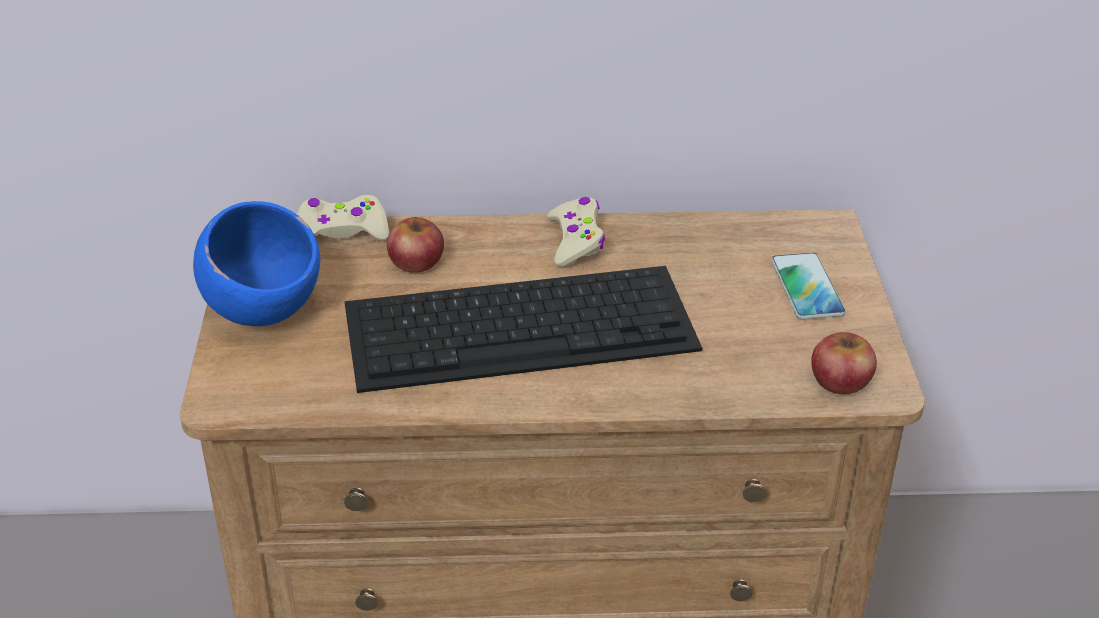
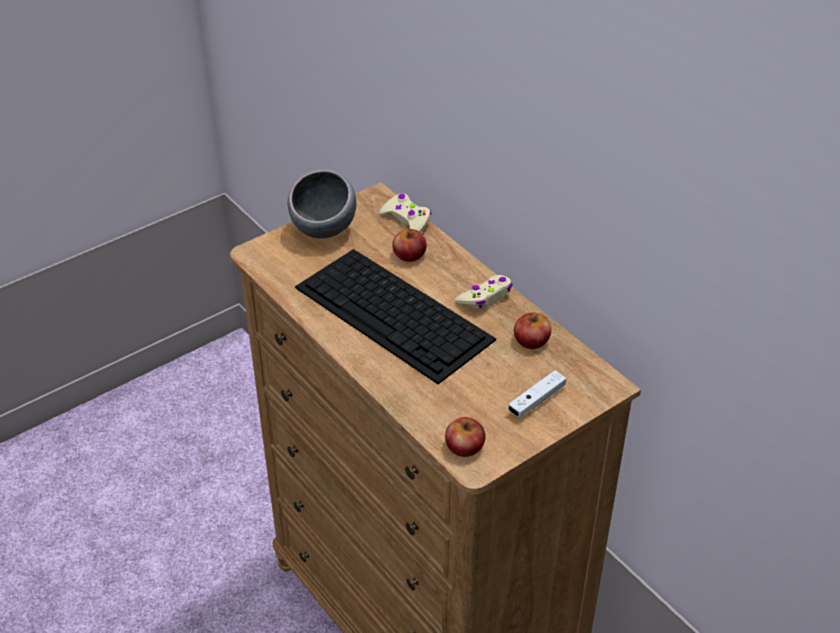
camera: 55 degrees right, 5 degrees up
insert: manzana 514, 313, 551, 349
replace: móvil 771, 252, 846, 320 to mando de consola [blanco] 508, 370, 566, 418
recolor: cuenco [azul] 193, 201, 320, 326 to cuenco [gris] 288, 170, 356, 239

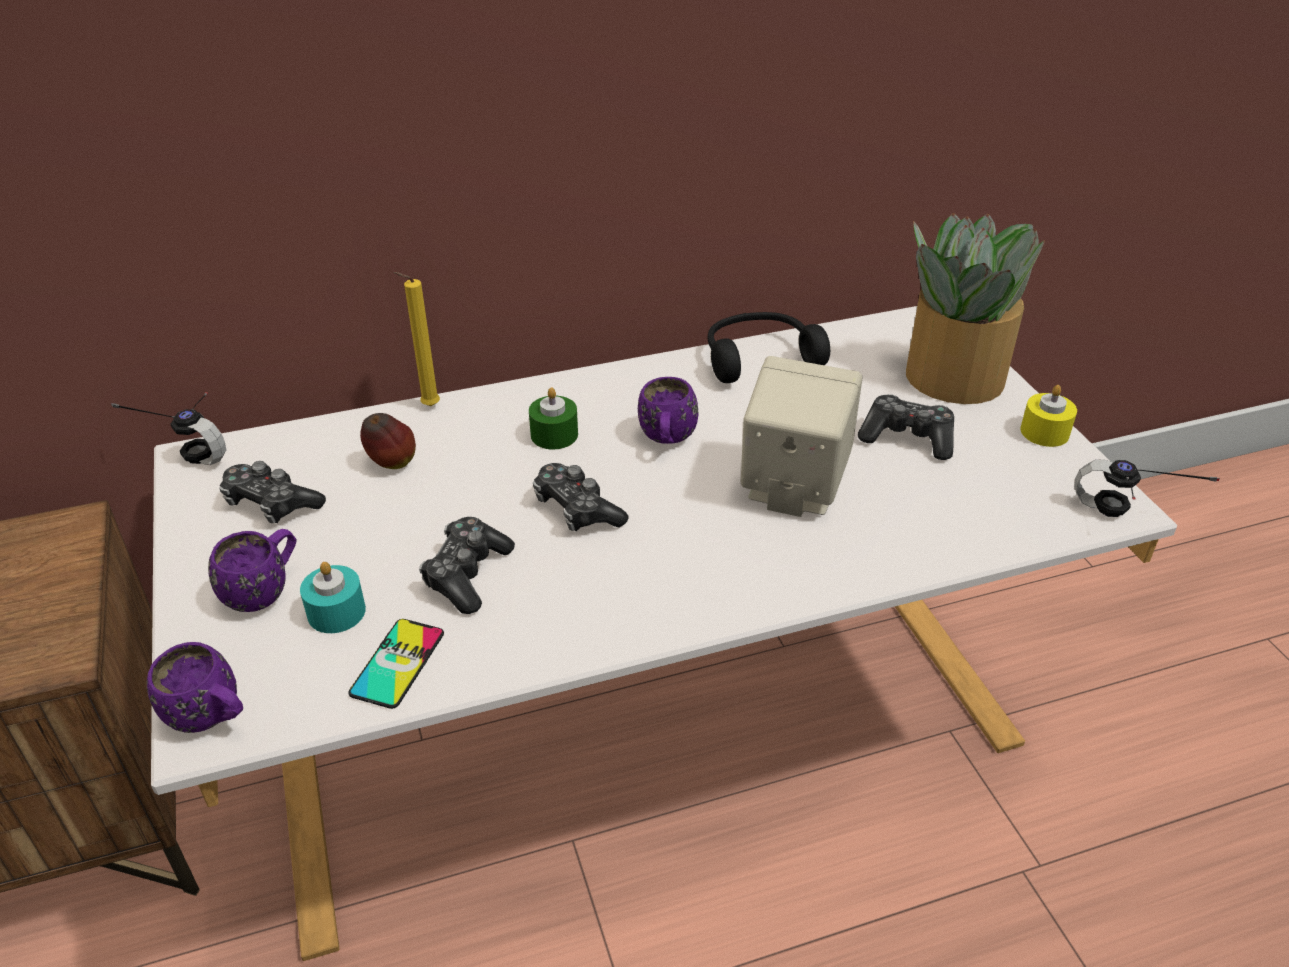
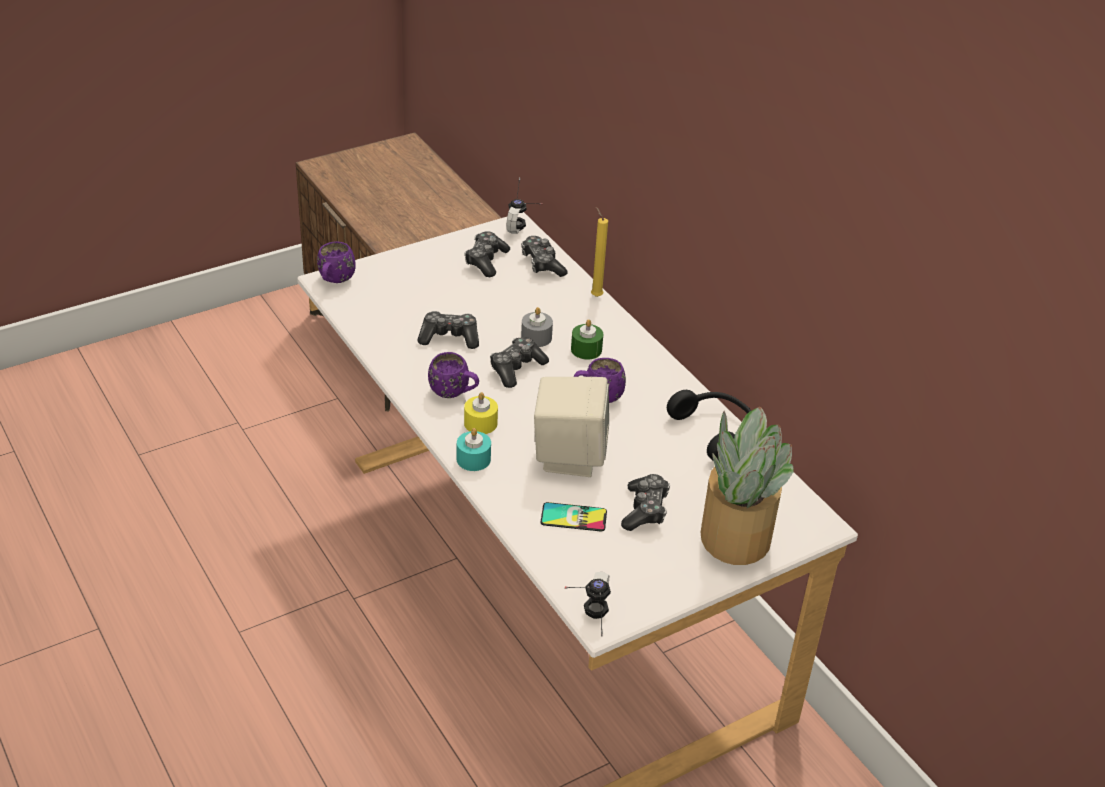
camera: 75 degrees right, 0 degrees up
delete: manzana 360, 413, 416, 469
insert: mando de consola 521, 236, 568, 277; vela [gris] 521, 307, 553, 347
move: taza grande [morado] 208, 529, 297, 612 to 428, 352, 479, 398; vela [turquesa] 300, 562, 366, 633 to 456, 428, 491, 471; móvil 348, 619, 444, 709 to 541, 502, 607, 531; vela [amarillo] 1020, 385, 1077, 447 to 464, 392, 498, 434

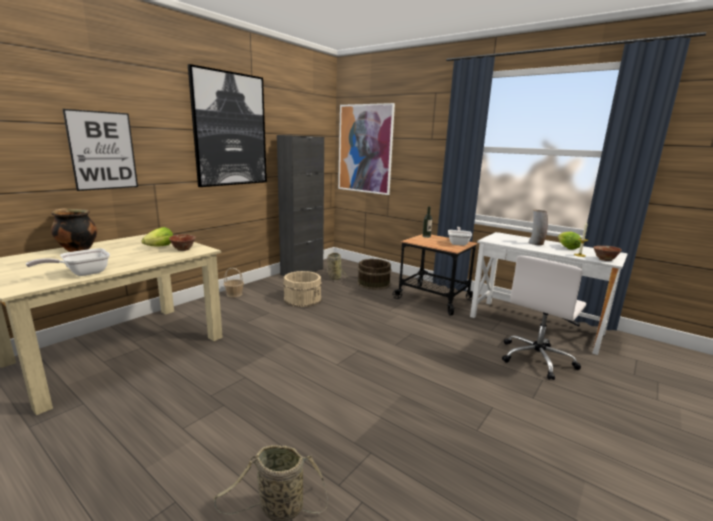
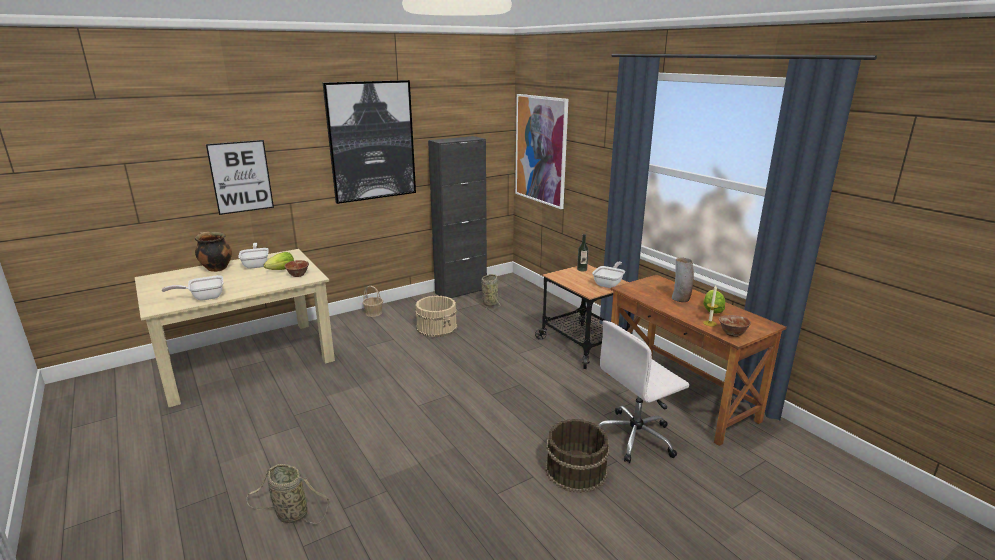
camera: 20 degrees right, 5 degrees up
insert: sartén 238, 243, 269, 269
move: cubo [marrón] 357, 259, 391, 290 to 545, 419, 609, 493
recolor: escritorio [blanco] 470, 232, 628, 355 to escritorio [marrón] 607, 275, 787, 446

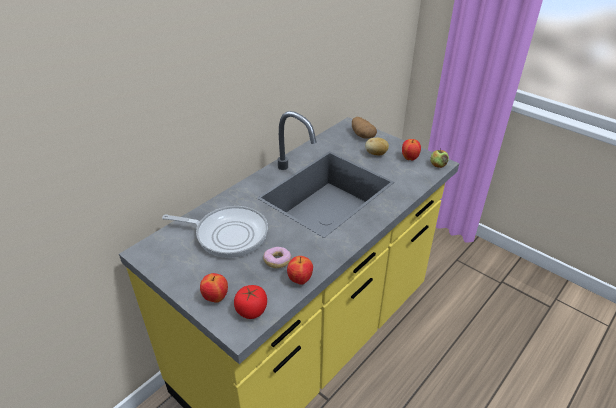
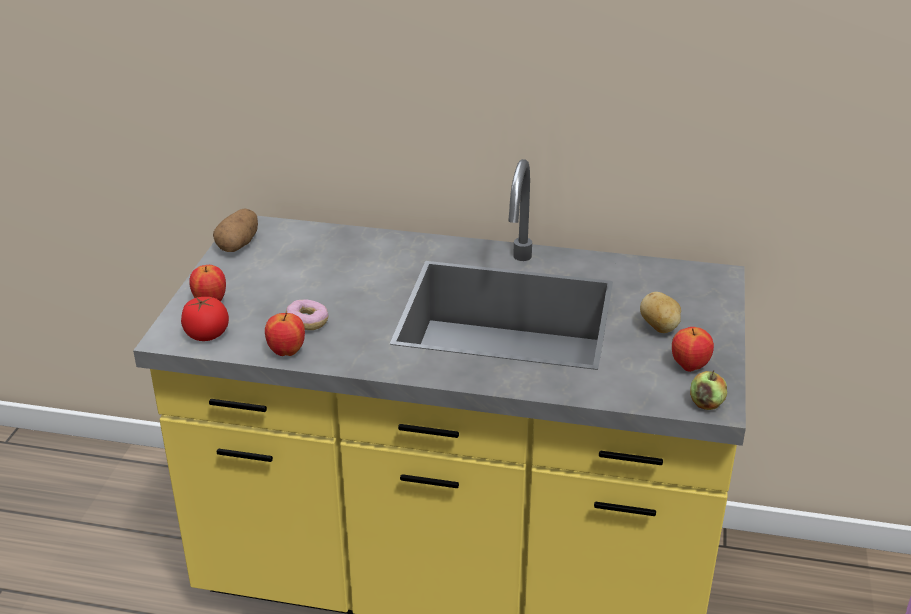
camera: 60 degrees right, 5 degrees down
delete: sartén 162, 206, 268, 258
move: patata 352, 117, 377, 139 to 213, 208, 258, 252

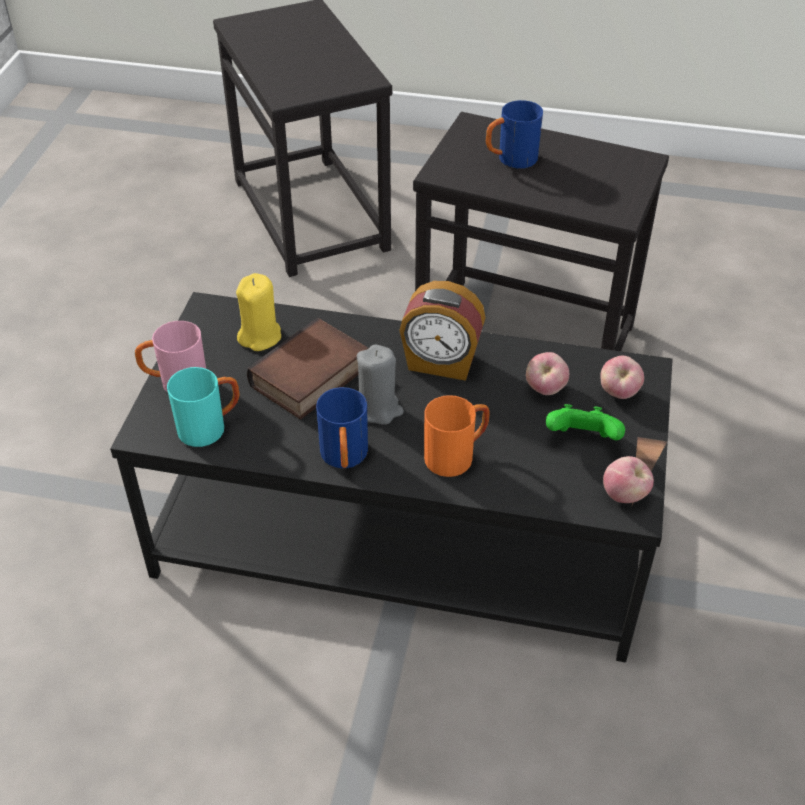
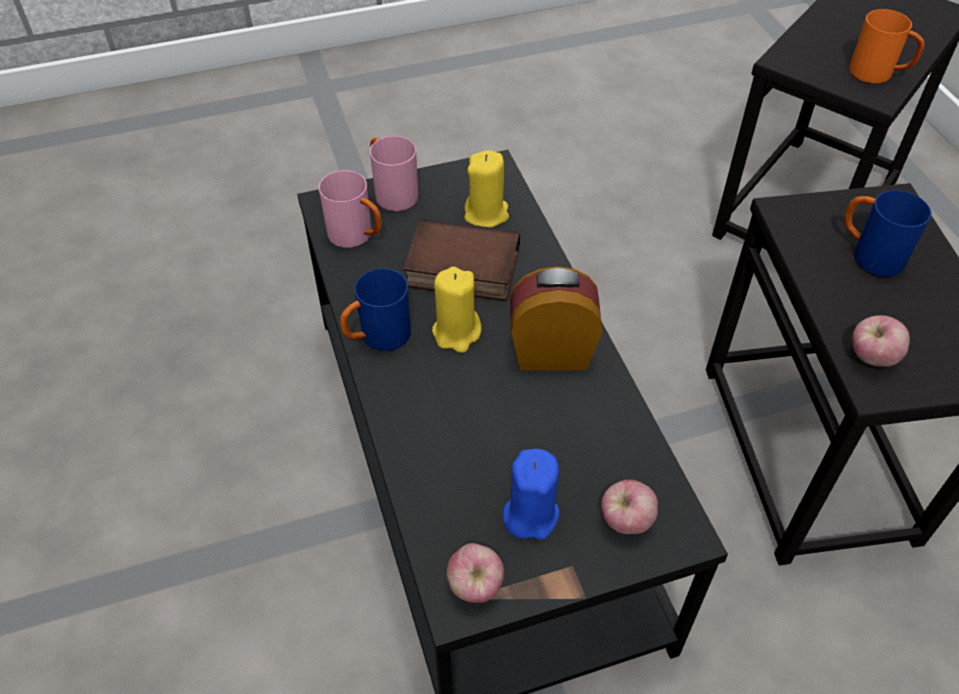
camera: 60 degrees right, 5 degrees up
move: taza grande [naranja] 424, 395, 490, 477 to 849, 9, 925, 84; manzana 526, 352, 569, 395 to 852, 315, 910, 367
replace: mando de consola [verde] 546, 404, 625, 440 to vela [azul] 503, 449, 559, 540
recolor: taza grande [turquesa] 167, 367, 240, 447 to taza grande [rosa] 318, 170, 382, 248; vela [gris] 357, 344, 404, 425 to vela [amarillo] 432, 266, 481, 353
rotate: despertador 399, 281, 486, 381 = 510, 266, 603, 370 105 degrees clockwise

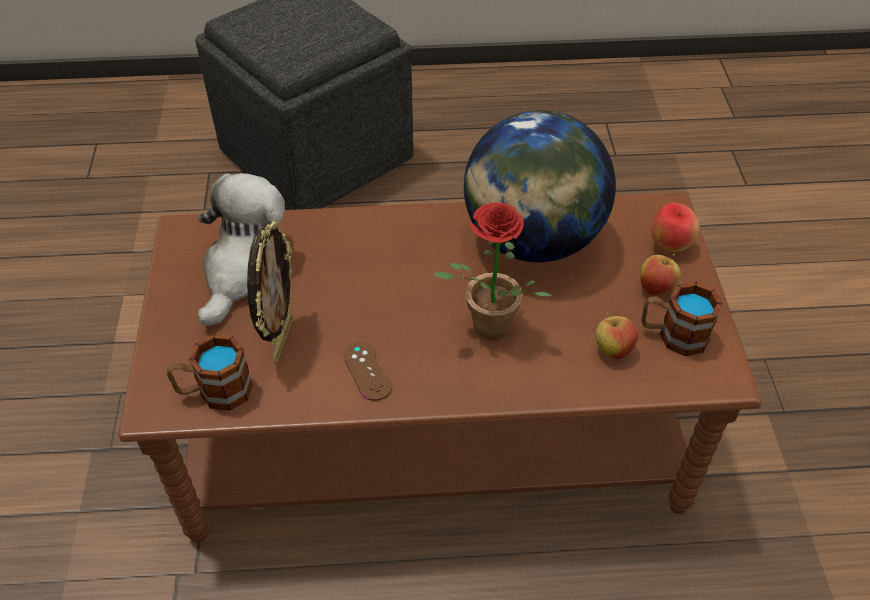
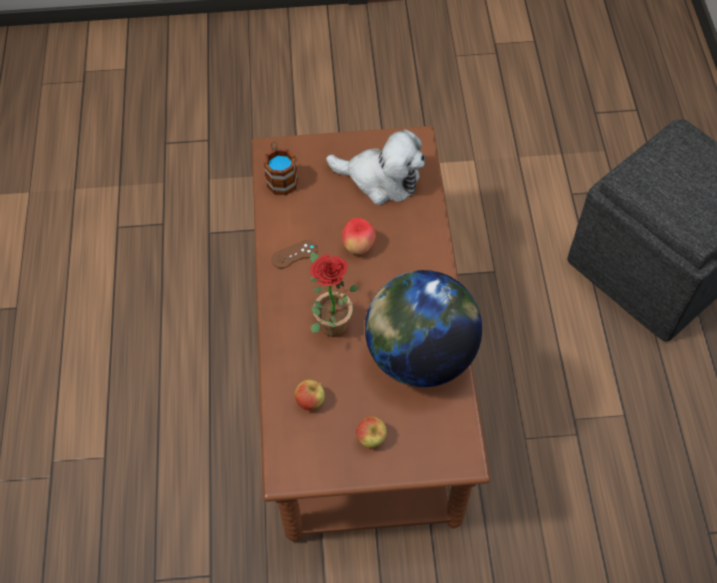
camera: 90 degrees right, 10 degrees up
delete: portarretratos 247, 220, 293, 363; taza grande 641, 282, 723, 356
move: manzana 651, 203, 700, 252 to 342, 218, 376, 254

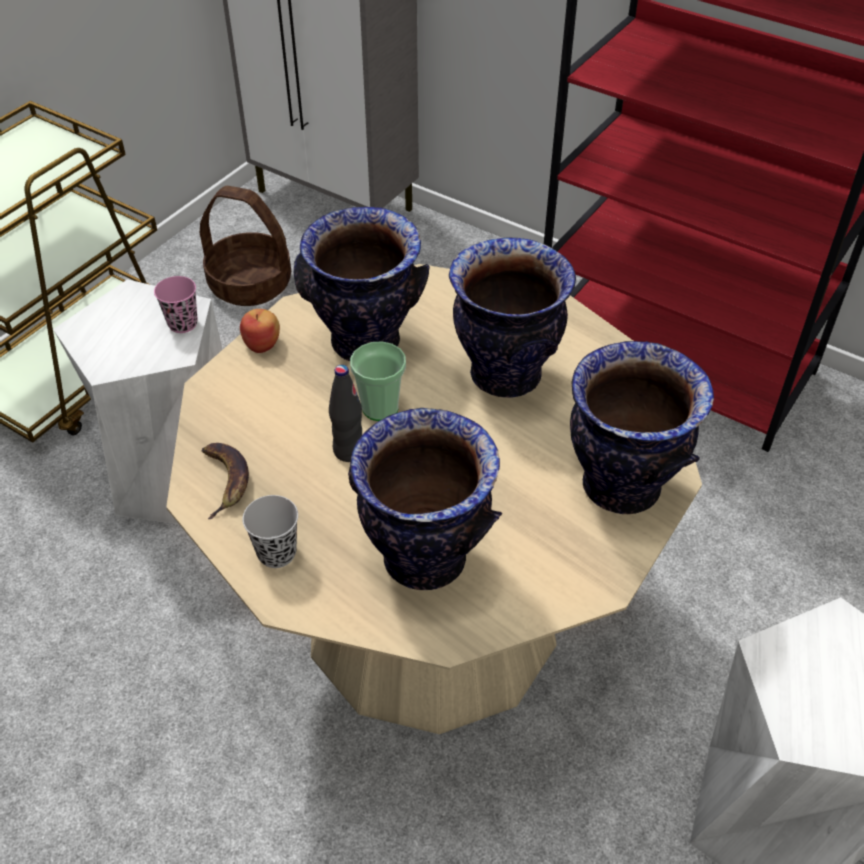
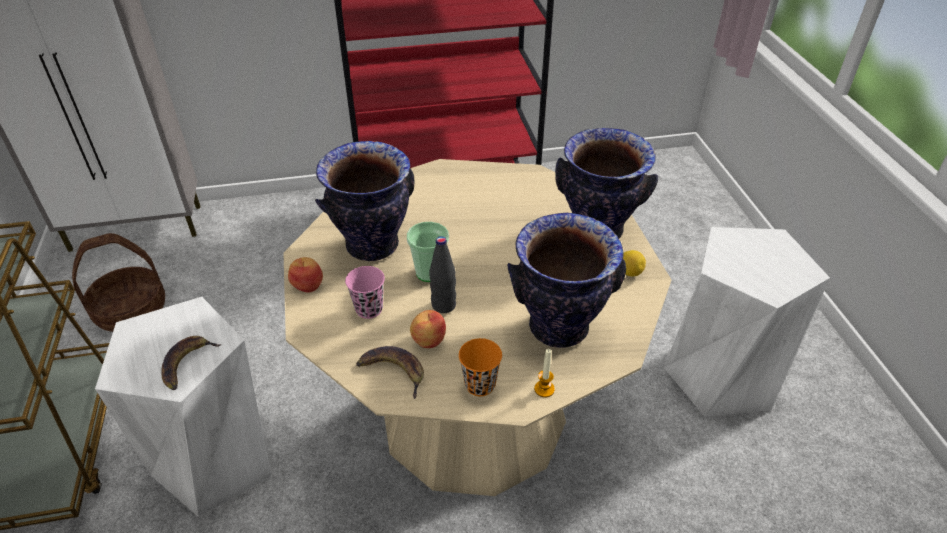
camera: 45 degrees left, 5 degrees down
delete: florero 449, 237, 576, 398
insert: plátano 161, 336, 221, 390; manzana 410, 310, 446, 348; vela 534, 349, 555, 398; limón 623, 250, 646, 277
move: taza [rosa] 154, 276, 198, 333 to 345, 266, 385, 319
recolor: taza [negro] 242, 495, 298, 568 to taza [naranja] 459, 338, 502, 396

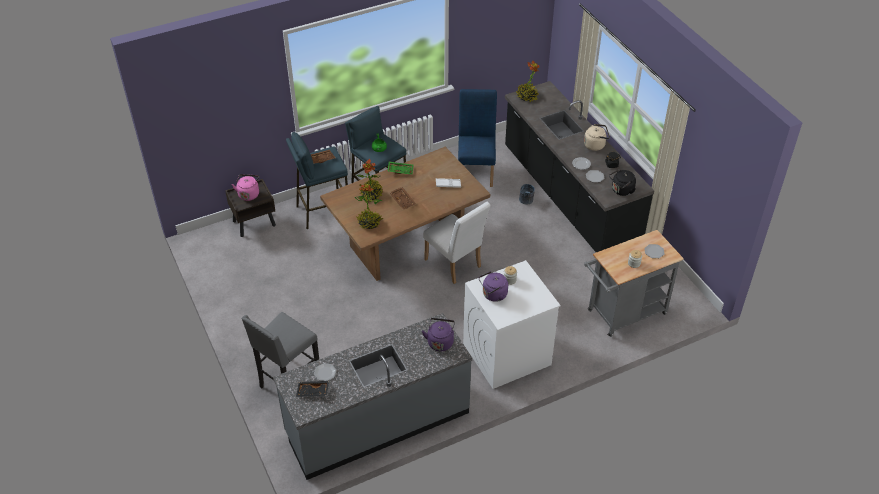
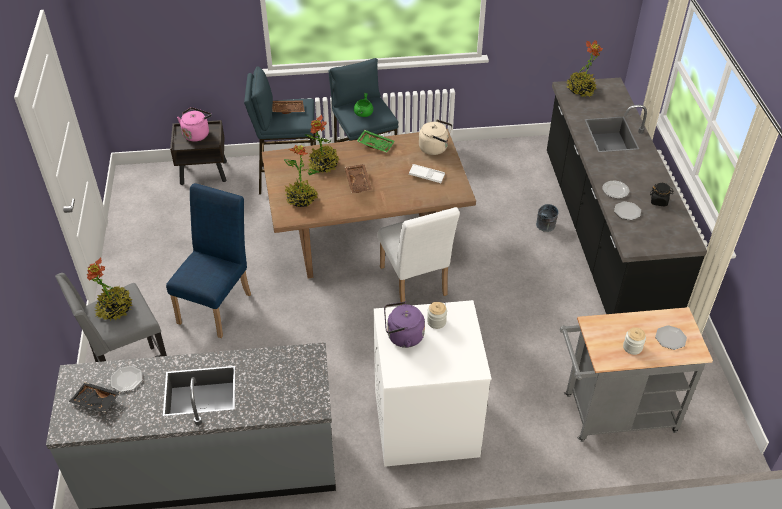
camera: 20 degrees right, 0 degrees up
delete: hervidor [morado] 422, 318, 455, 351; hervidor [negro] 609, 169, 636, 196
insert: planta en maceta 87, 257, 132, 321
move: silla [azul] 458, 89, 497, 187 to 166, 183, 251, 338; hervidor [beis] 584, 124, 610, 151 to 419, 119, 452, 155

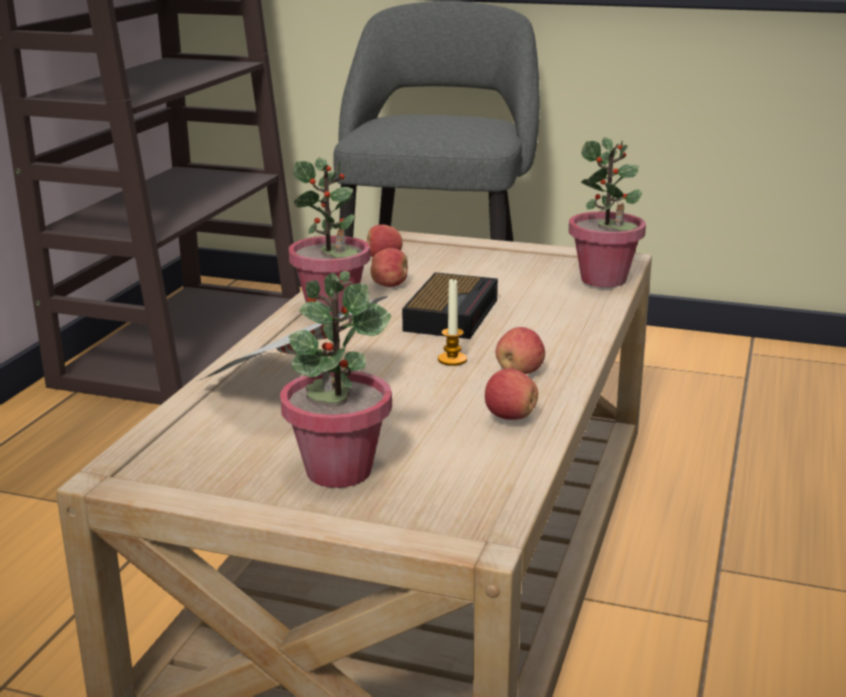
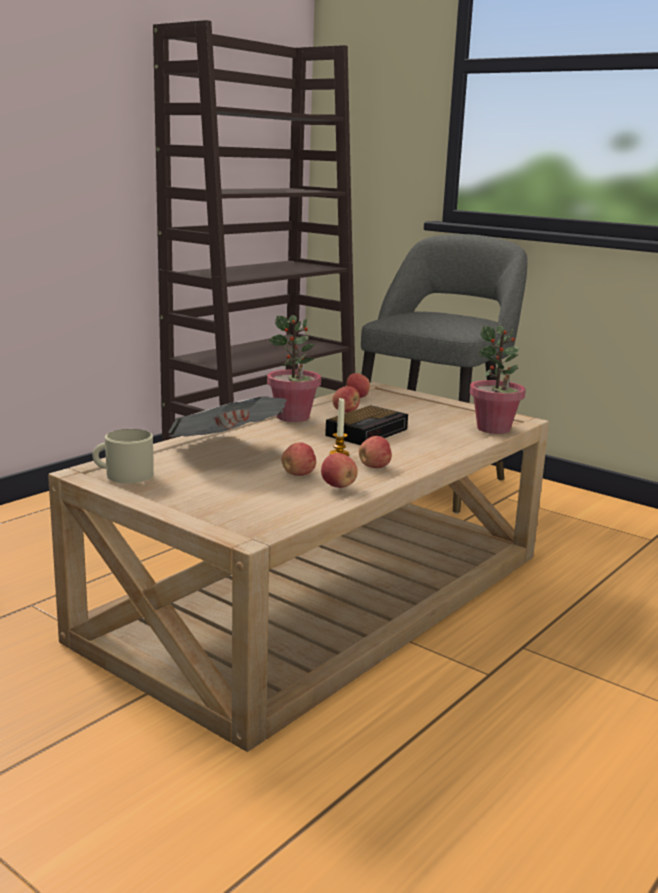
camera: 20 degrees right, 5 degrees down
delete: planta en maceta 280, 271, 392, 488
insert: taza grande [beis] 92, 429, 154, 483; manzana 282, 442, 316, 476

